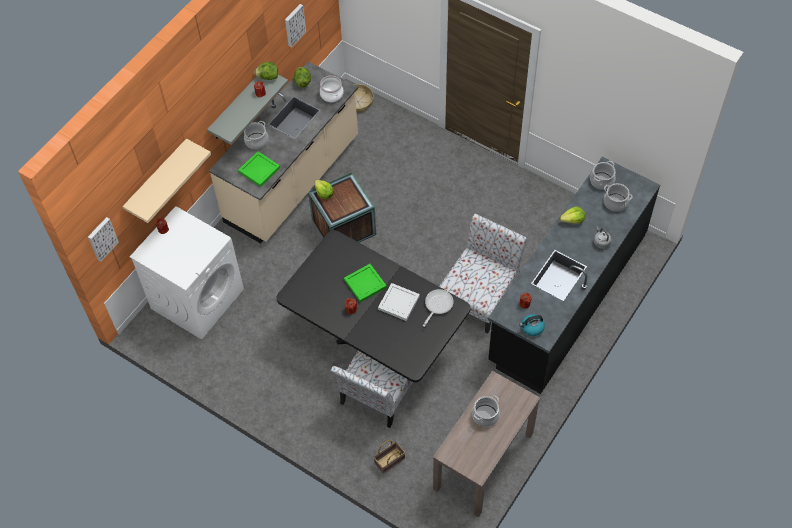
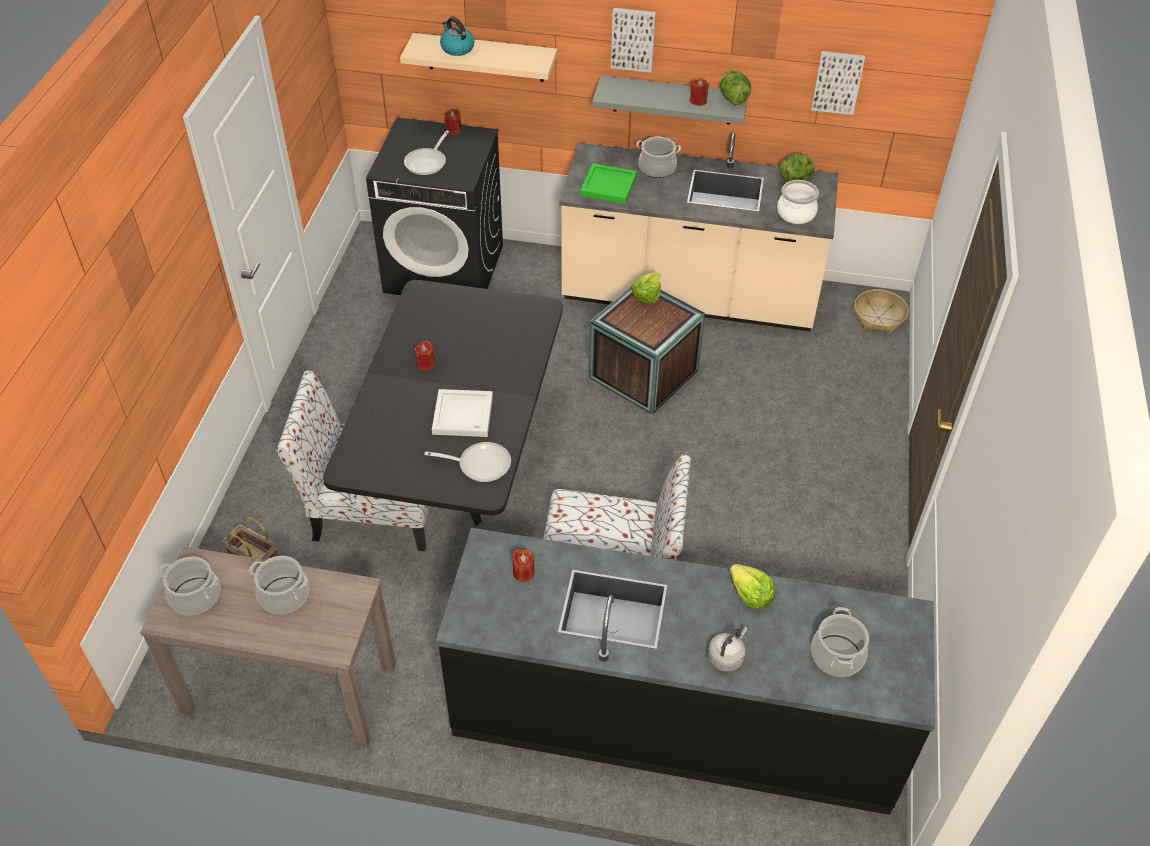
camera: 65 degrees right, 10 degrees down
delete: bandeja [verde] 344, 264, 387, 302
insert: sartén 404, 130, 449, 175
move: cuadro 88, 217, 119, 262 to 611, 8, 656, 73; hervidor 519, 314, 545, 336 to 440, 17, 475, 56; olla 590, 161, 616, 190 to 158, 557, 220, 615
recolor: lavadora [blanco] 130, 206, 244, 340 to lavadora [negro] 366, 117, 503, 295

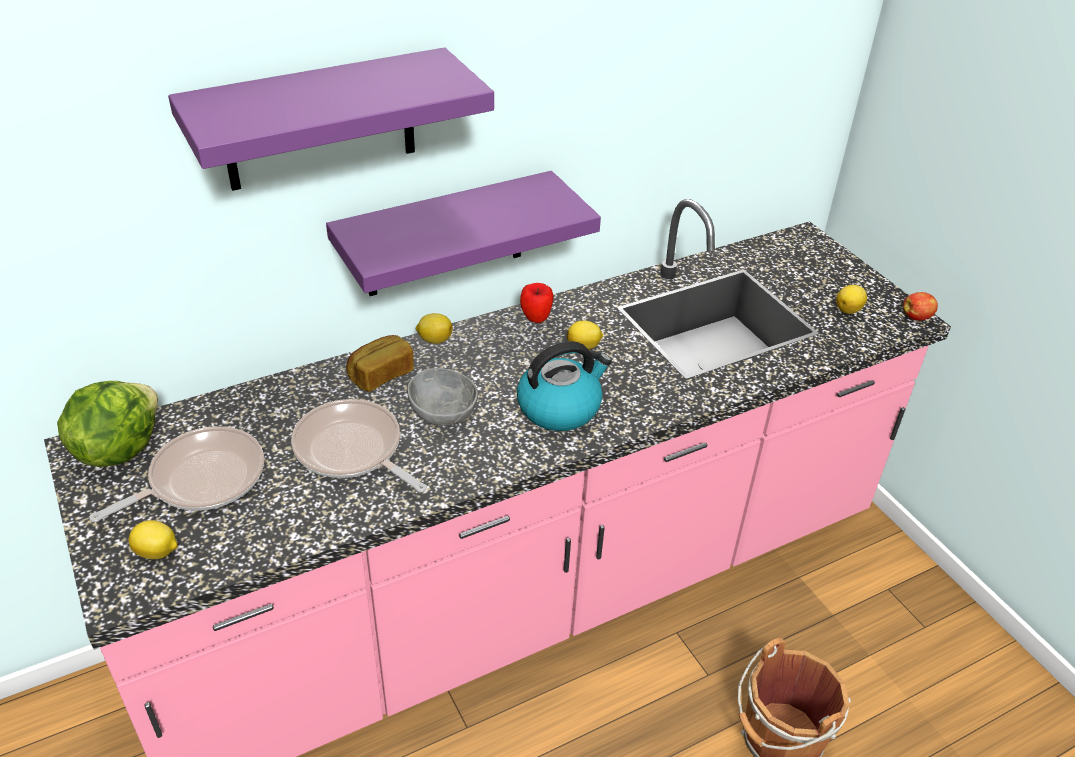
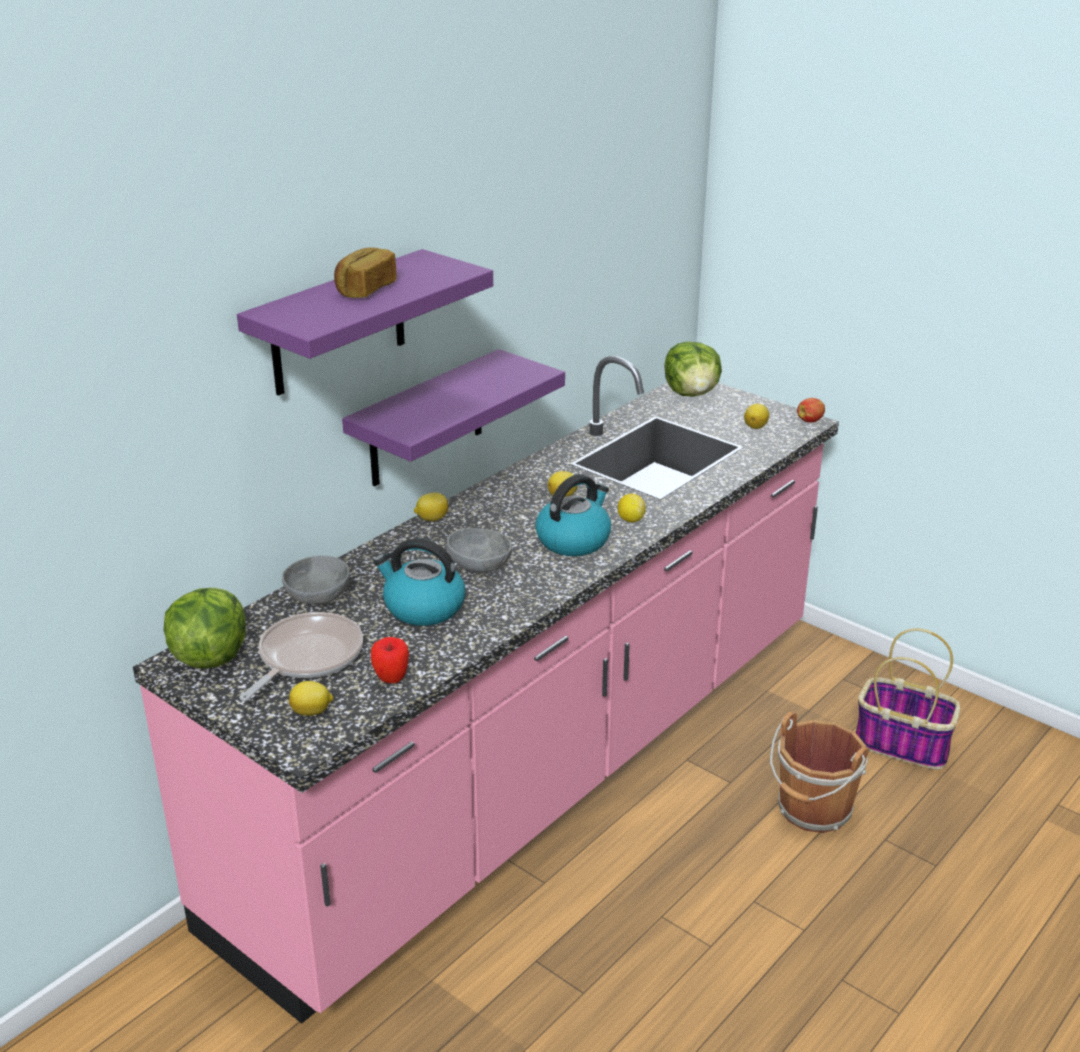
camera: 20 degrees left, 10 degrees down
insert: cuenco [gris] 282, 556, 350, 605; limón 618, 494, 646, 522; lechuga 664, 342, 722, 397; cesta 856, 628, 960, 770
move: pan 346, 335, 414, 392 to 334, 247, 397, 298; manzana 520, 283, 553, 323 to 371, 637, 409, 683
replace: sartén 291, 399, 427, 492 to hervidor 373, 538, 465, 626

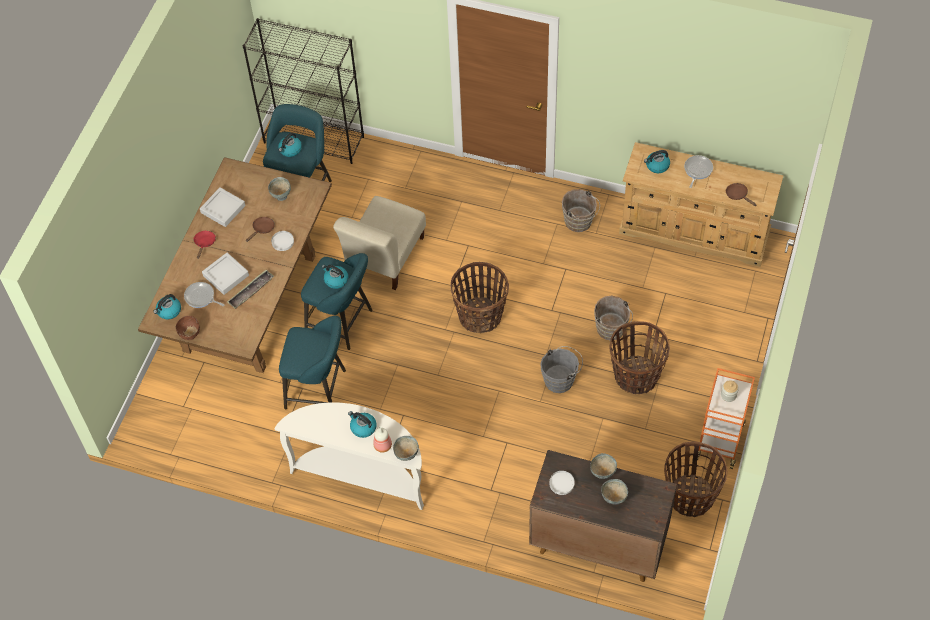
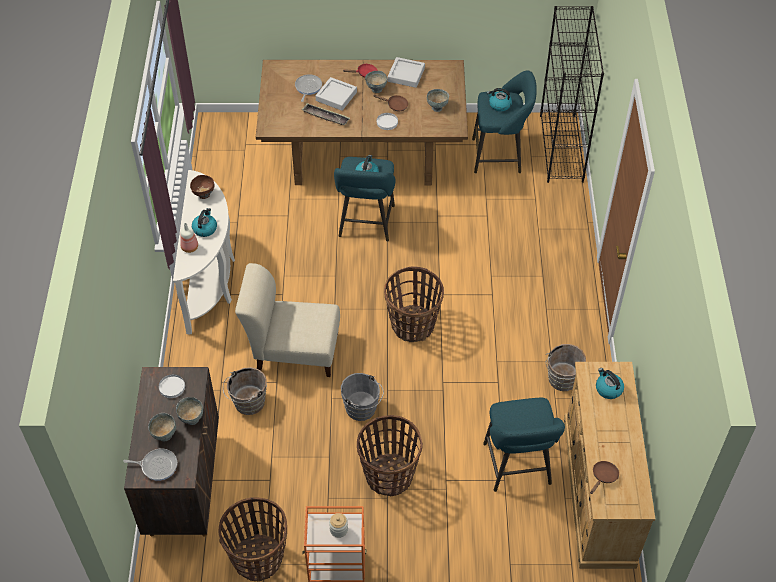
camera: 70 degrees right, 5 degrees down
delete: hervidor 153, 294, 181, 320
move: cuenco [marrón] 176, 316, 200, 340 to 190, 175, 215, 199; taburete [turquesa] 279, 316, 346, 409 to 483, 398, 565, 492; silla [beis] 333, 196, 426, 290 to 235, 263, 340, 377; cuenco [gris] 393, 436, 419, 461 to 365, 71, 387, 93; cubo [marrón] 594, 296, 633, 340 to 223, 367, 267, 415; sartén 684, 155, 713, 188 to 124, 448, 177, 481

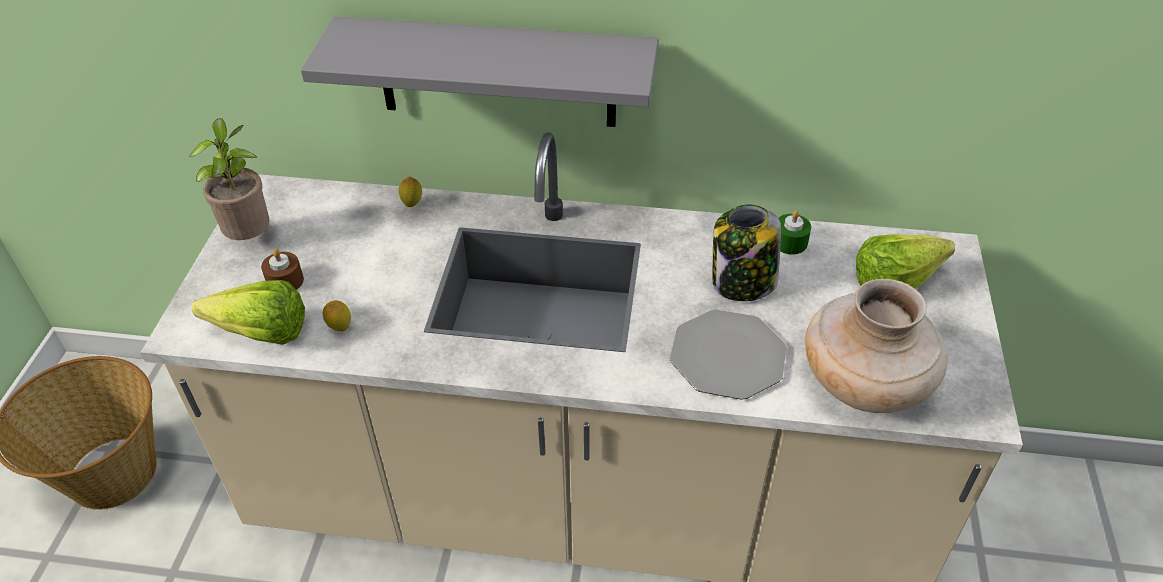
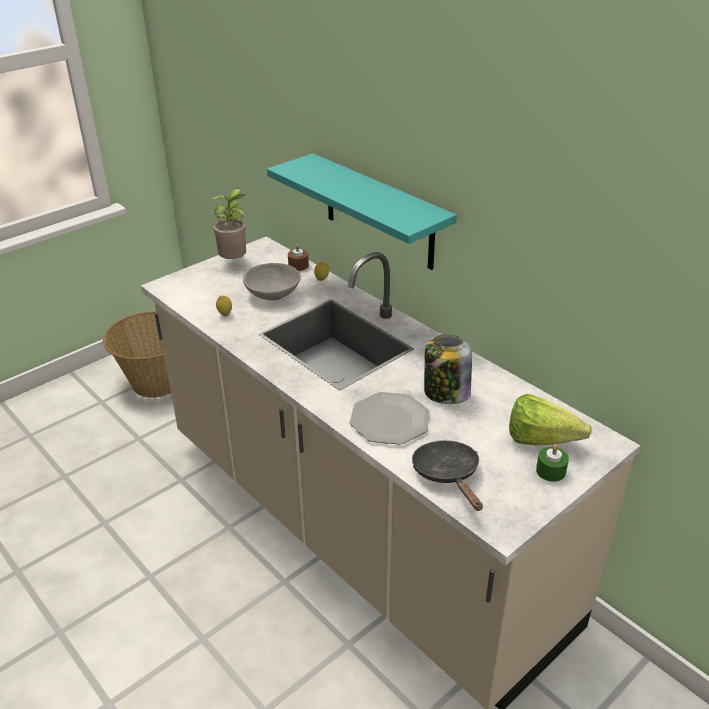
camera: 40 degrees right, 10 degrees down
delete: lechuga 192, 280, 305, 345
insert: cuenco [gris] 243, 263, 301, 300
move: vela [marrón] 261, 249, 304, 290 to 288, 244, 309, 271; vela [verde] 779, 210, 811, 255 to 536, 445, 569, 482
replace: florero [beis] 805, 279, 948, 413 to sartén [negro] 412, 440, 483, 511
recolor: estante [gris] 301, 16, 659, 127 to estante [turquesa] 267, 153, 457, 270

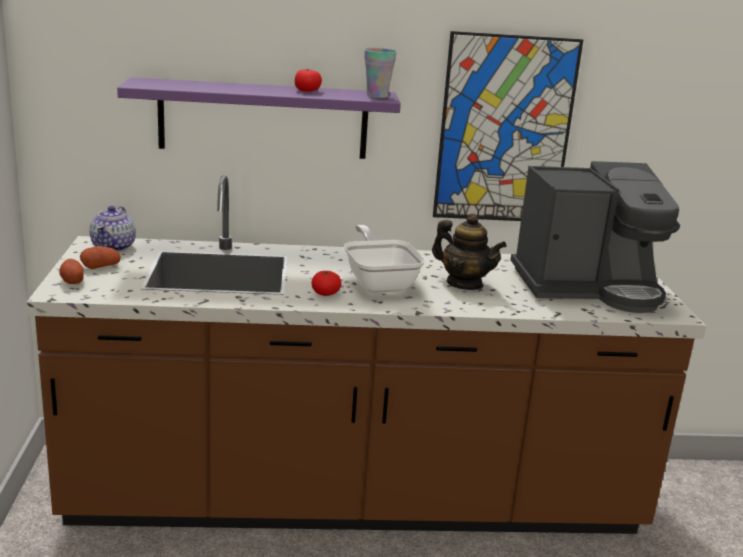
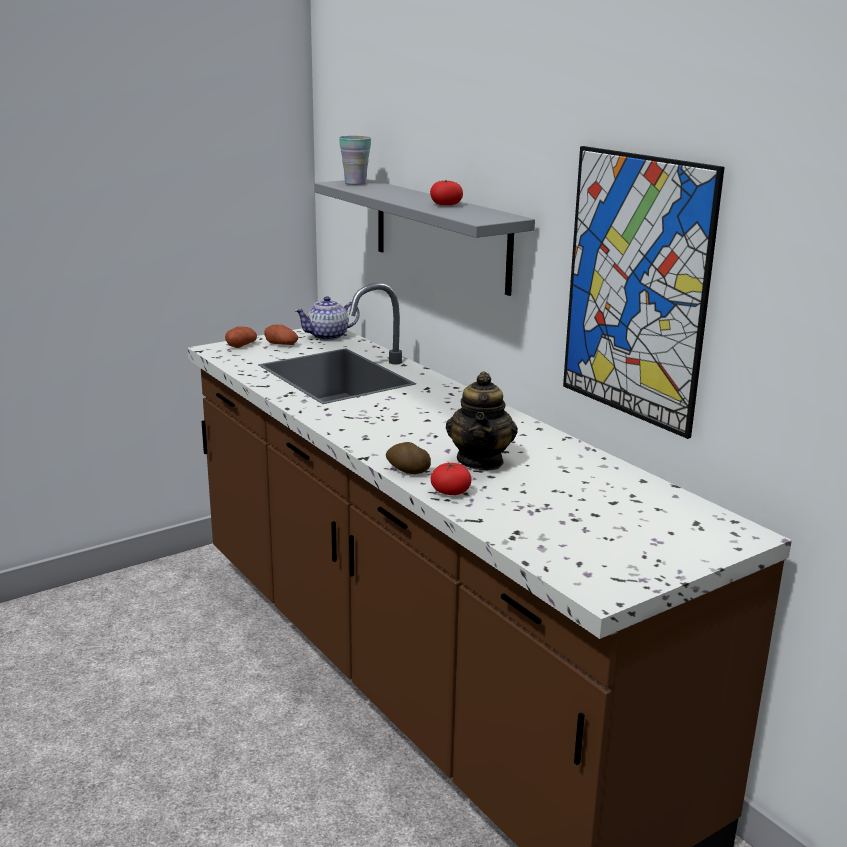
camera: 60 degrees right, 0 degrees up
delete: sartén 344, 225, 426, 293; cafetera 511, 161, 680, 313
insert: patata 386, 442, 431, 474
move: tomate 311, 270, 341, 295 to 430, 462, 471, 495; taza 364, 48, 397, 98 to 339, 136, 371, 185
recolor: estante [morado] 117, 77, 401, 159 to estante [gris] 314, 179, 535, 296

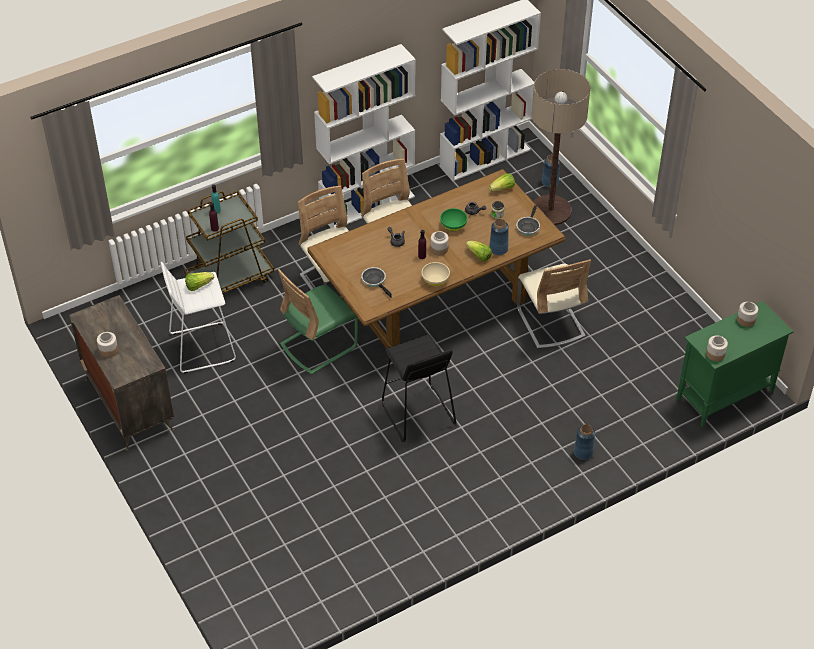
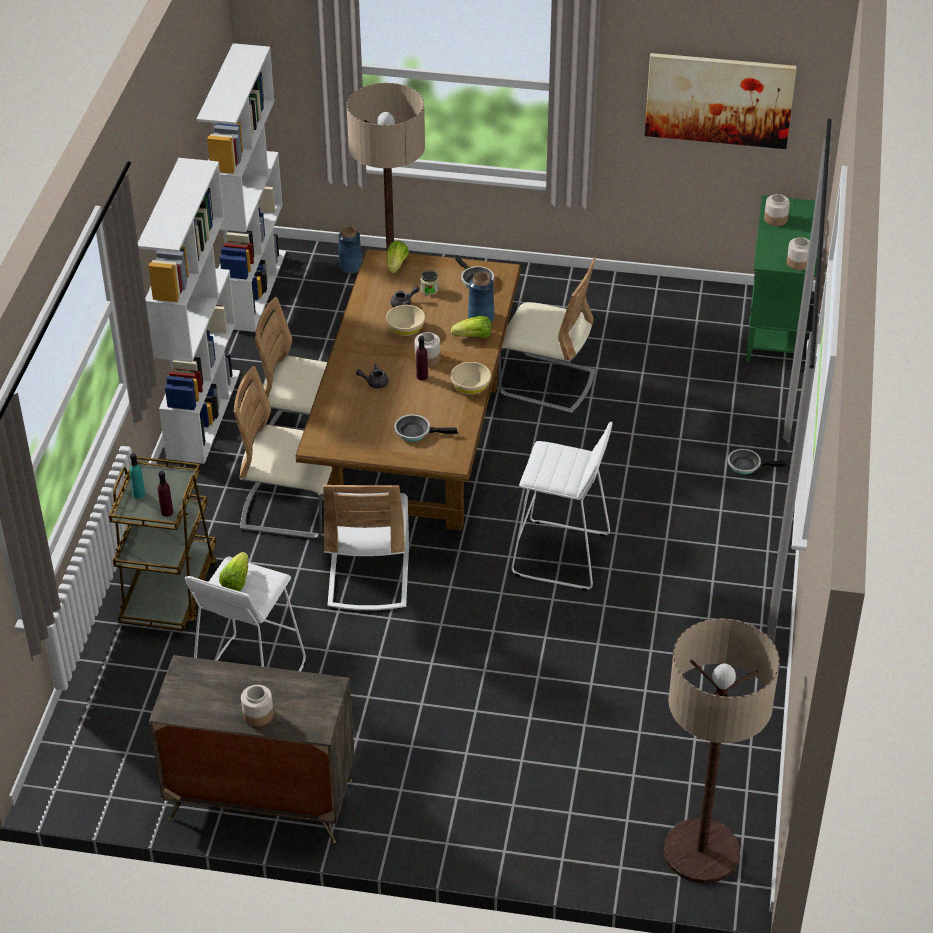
camera: 50 degrees left, 5 degrees down
insert: cuadro 645, 53, 797, 149; lámpara de pie 664, 618, 780, 884
replace: florero [azul] 574, 424, 595, 460 to sartén 728, 449, 786, 474
recolor: silla [verde] 278, 269, 358, 374 to silla [blanco] 323, 485, 409, 610; taburete [negro] 382, 335, 456, 442 to taburete [blanco] 511, 422, 613, 591; cuenco [verde] 440, 208, 467, 231 to cuenco [beis] 386, 305, 425, 336

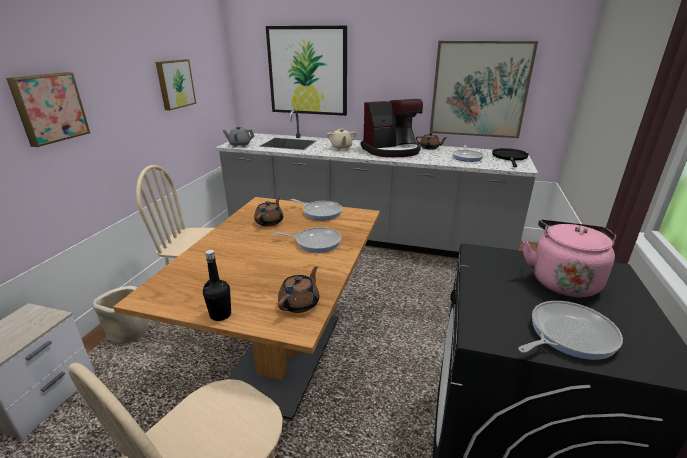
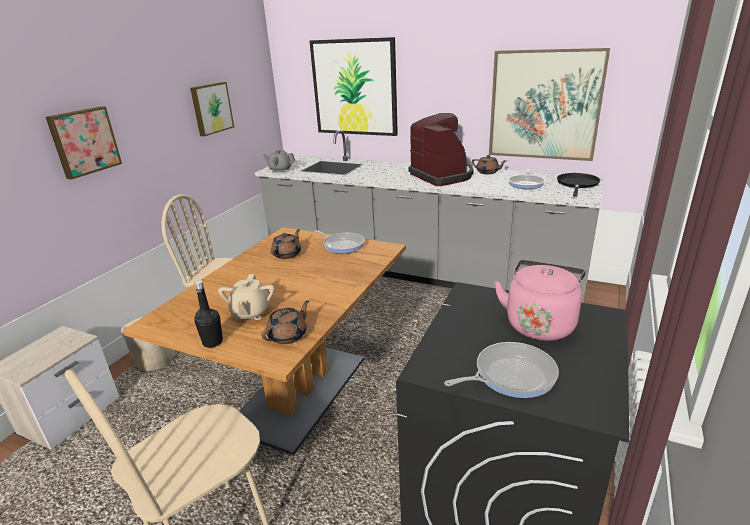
camera: 10 degrees right, 0 degrees up
delete: sartén 273, 227, 341, 253
move: tetera [beis] 327, 128, 356, 151 to 218, 274, 275, 321
rotate: cafetera 361, 99, 423, 157 = 408, 113, 474, 186 105 degrees counterclockwise

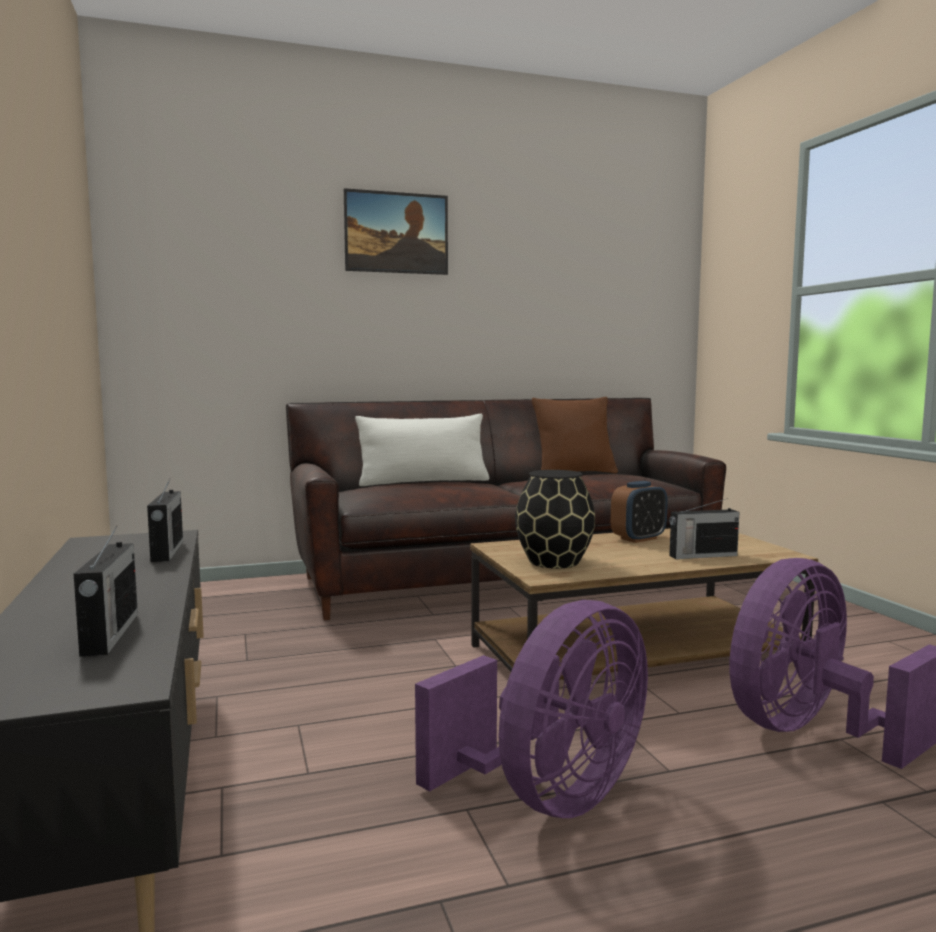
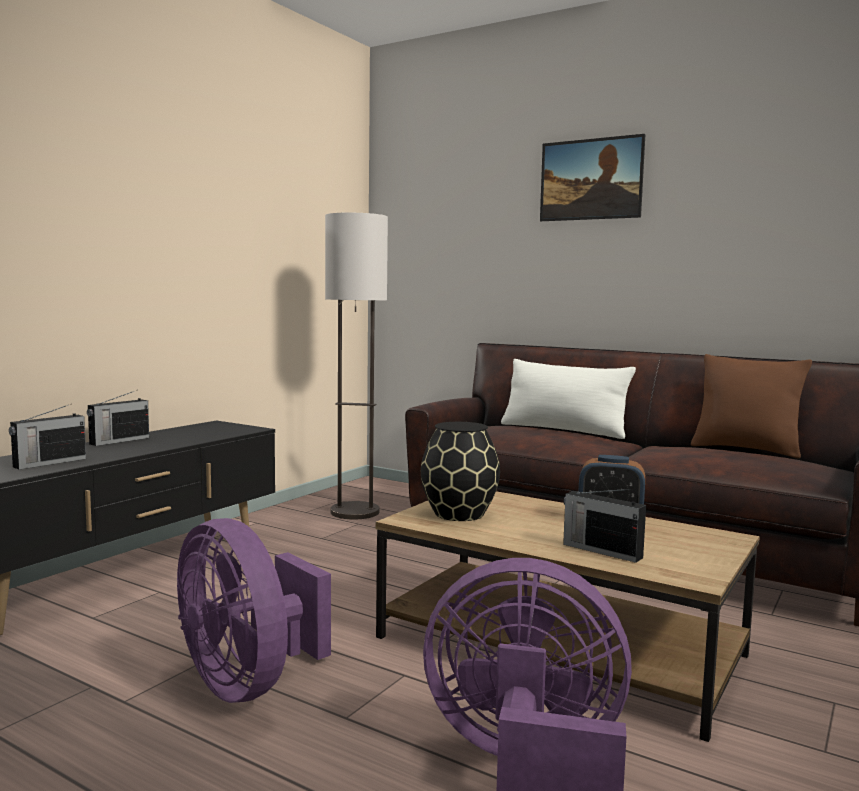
camera: 50 degrees right, 0 degrees up
insert: lámpara de pie 325, 213, 388, 520
move: radio 147, 479, 183, 562 to 87, 391, 149, 446
rotate: ventilador [morado] 415, 600, 648, 818 = 177, 518, 331, 703 45 degrees clockwise

